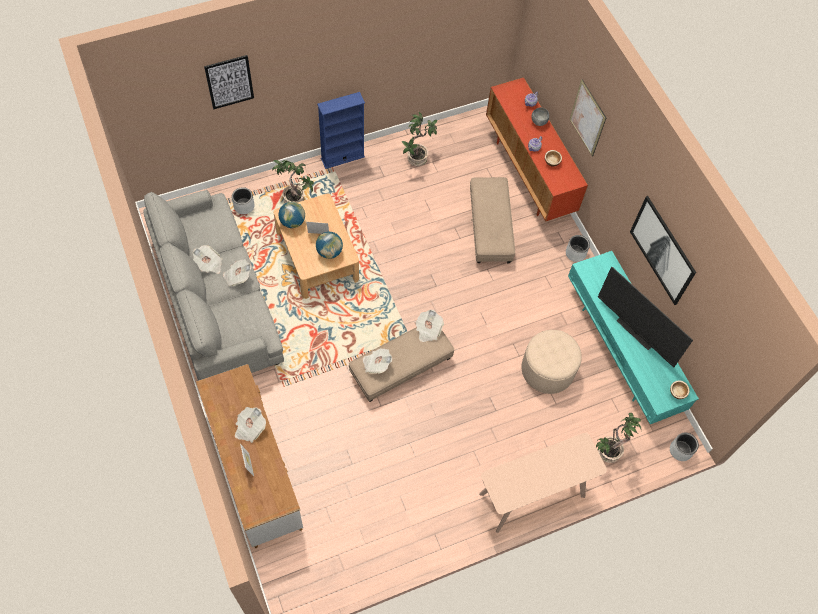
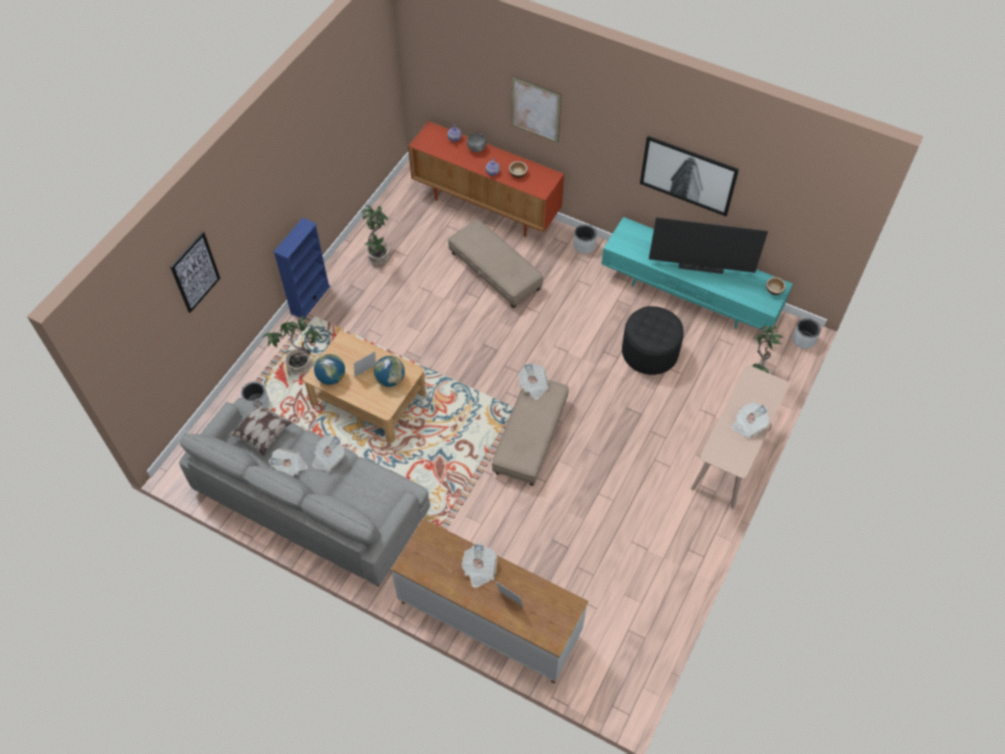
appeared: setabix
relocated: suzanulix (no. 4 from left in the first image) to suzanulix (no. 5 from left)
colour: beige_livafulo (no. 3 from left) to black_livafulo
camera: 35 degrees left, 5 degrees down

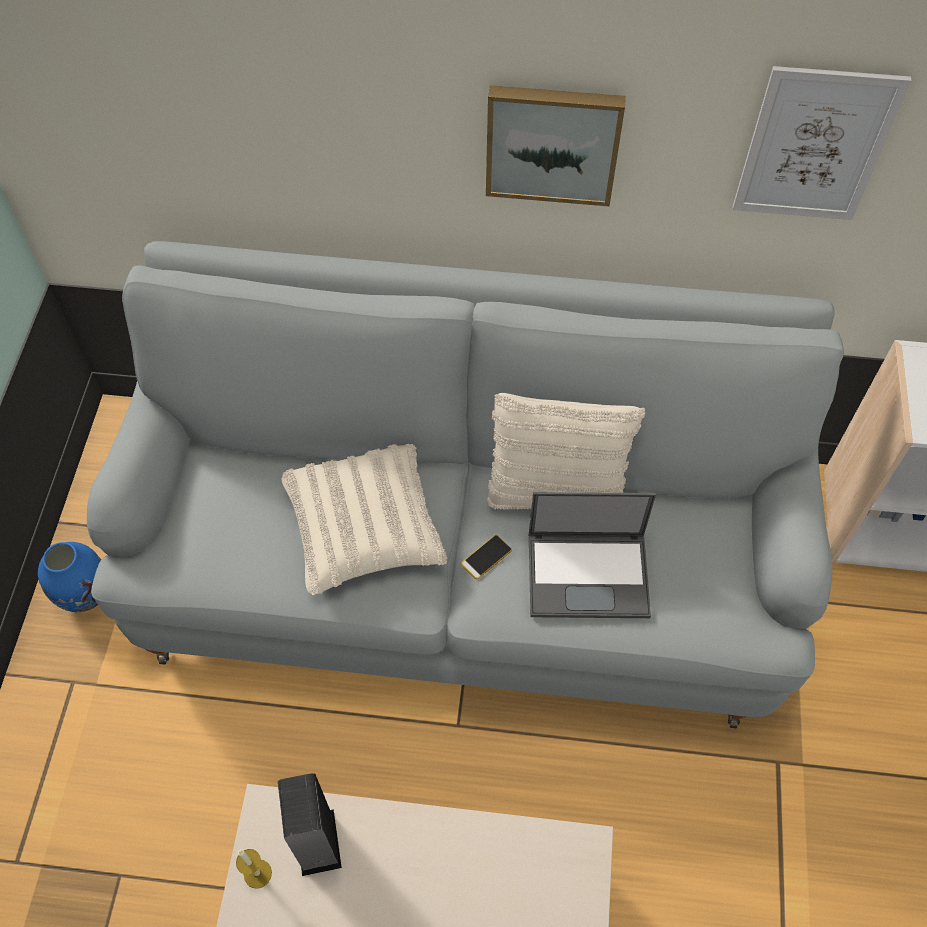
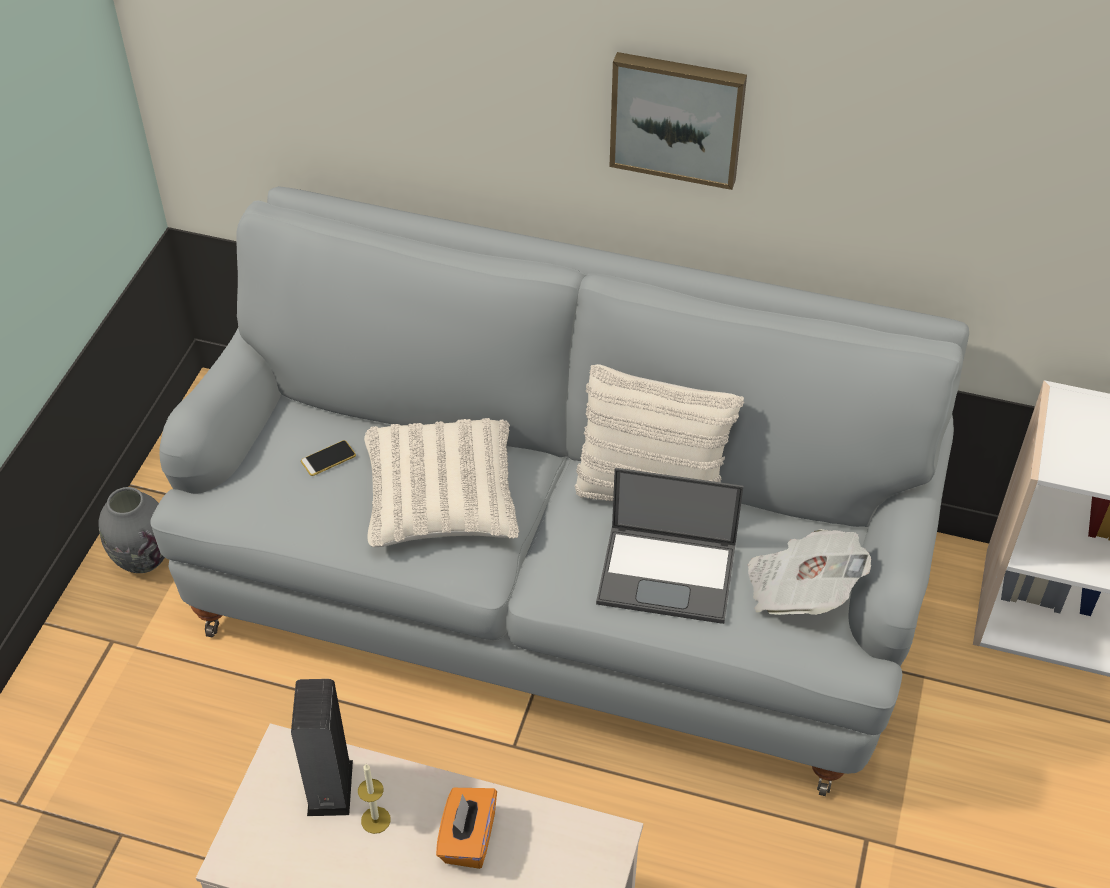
missing: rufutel (no. 2 from left)
appeared: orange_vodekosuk; suzanulix
relocated: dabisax; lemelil
colour: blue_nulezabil to grey_nulezabil
camera: 10 degrees right, 10 degrees down

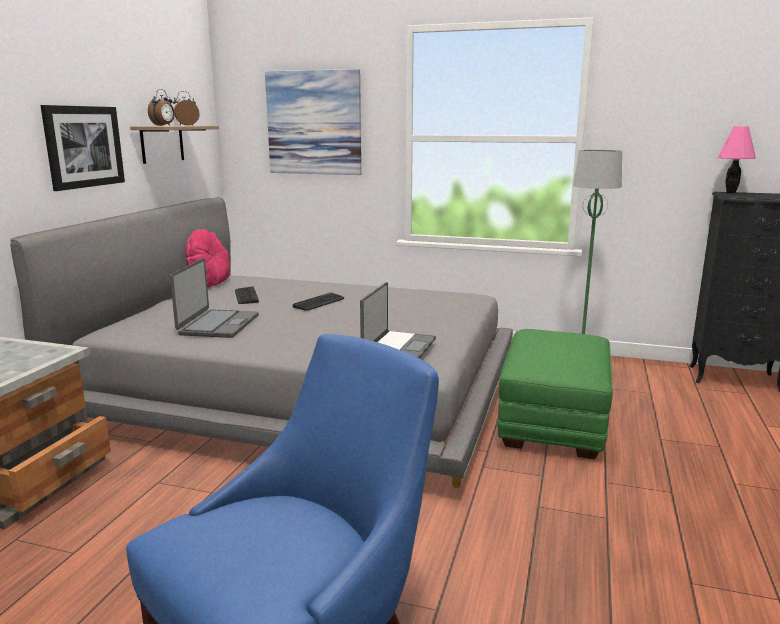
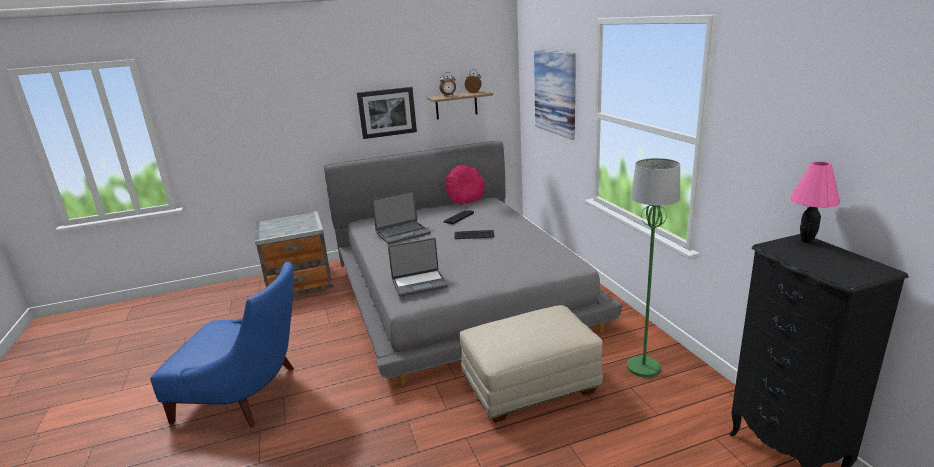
colour: green_livafulo to beige_livafulo
camera: 55 degrees right, 5 degrees up

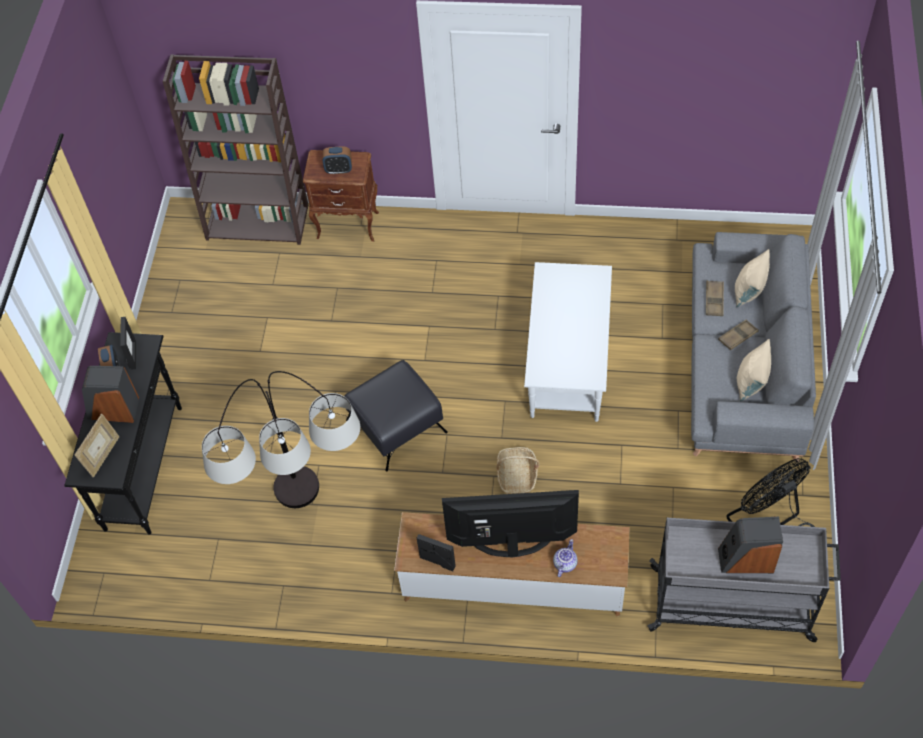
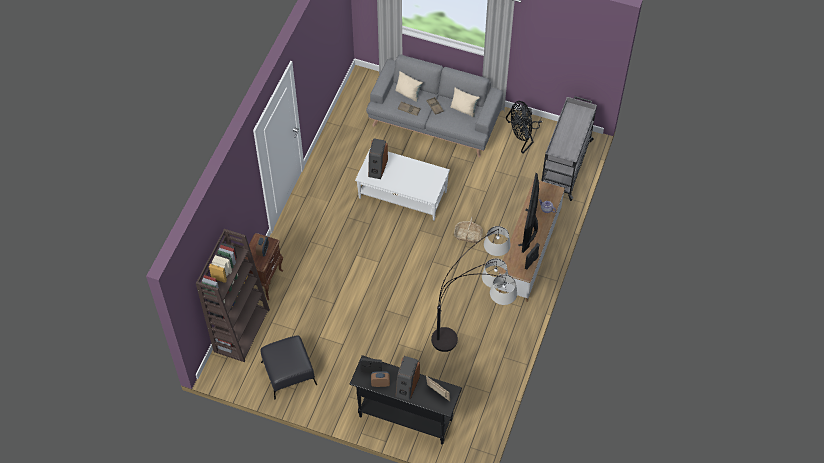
relocated: black_livafulo; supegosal (no. 2 from left in the first image) to supegosal (no. 1 from left)
camera: 80 degrees left, 0 degrees up

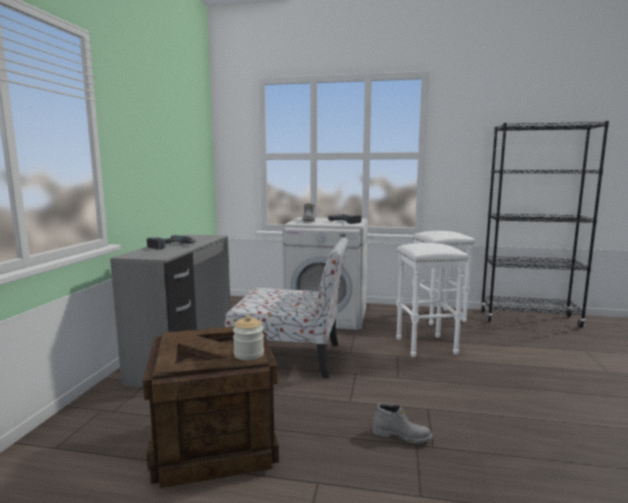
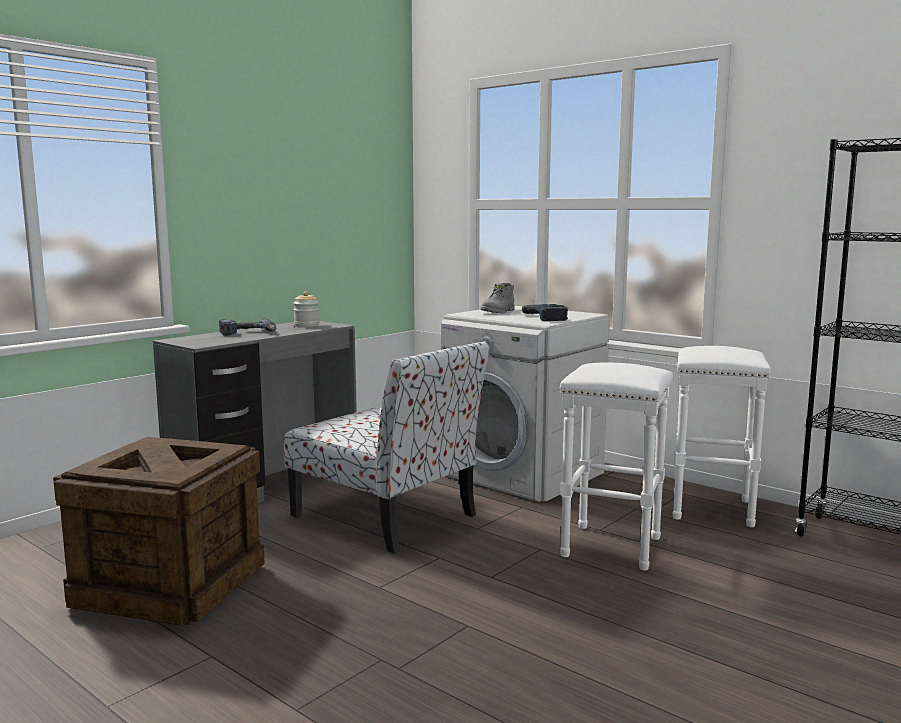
missing: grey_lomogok (no. 2 from left)
relocated: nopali
camera: 30 degrees right, 0 degrees up

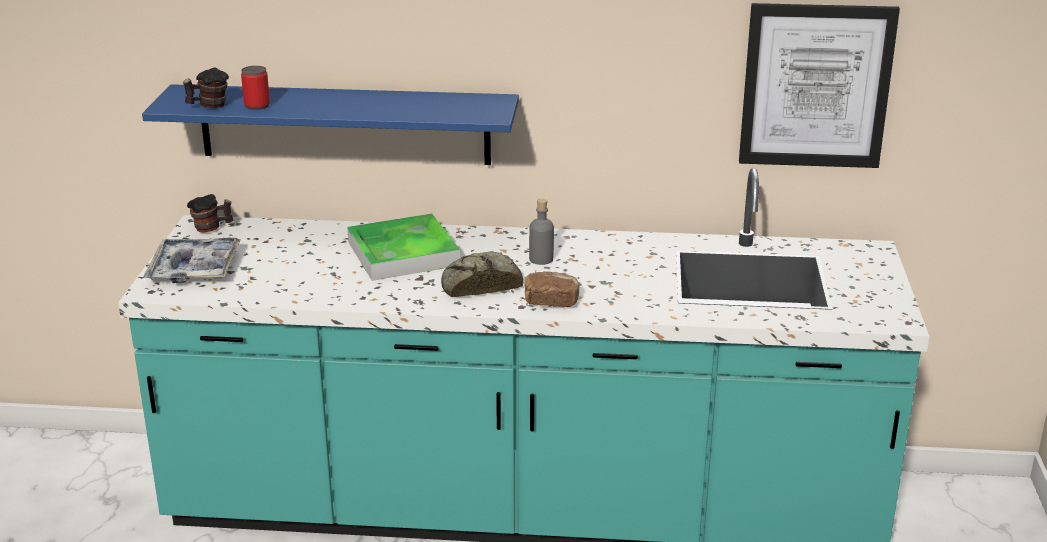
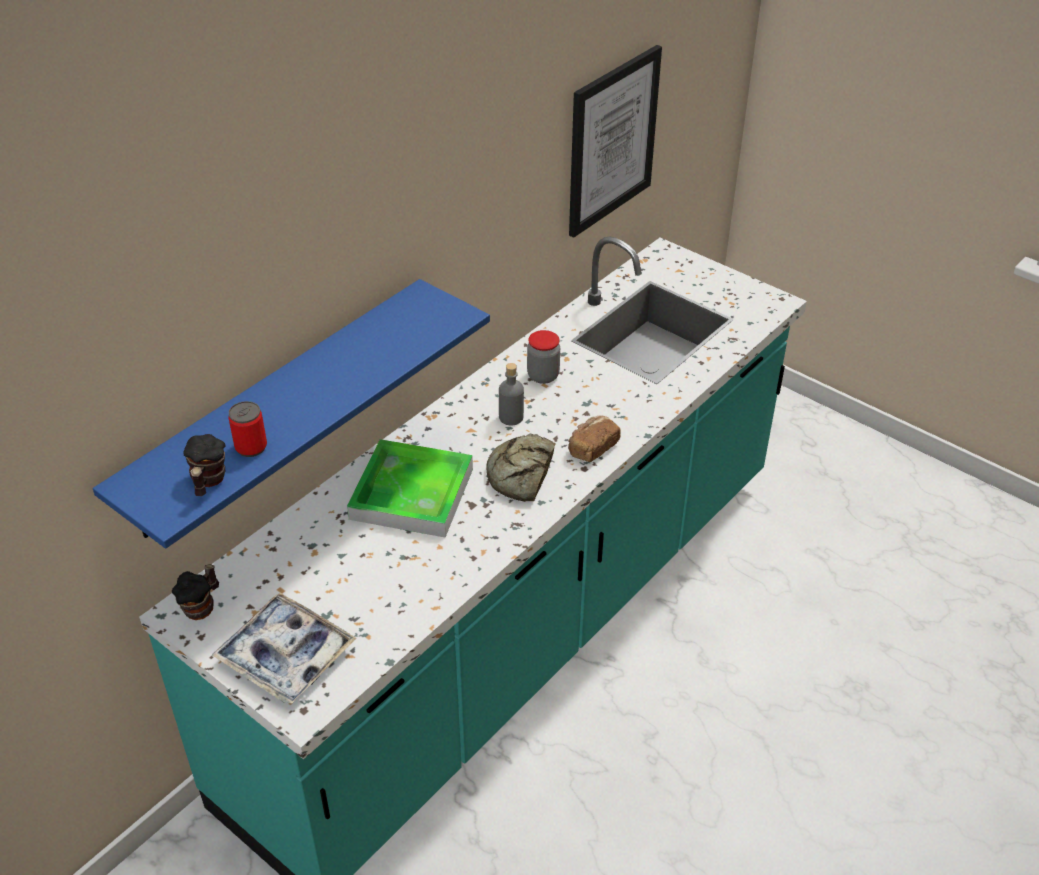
appeared: nopali
camera: 55 degrees left, 15 degrees up

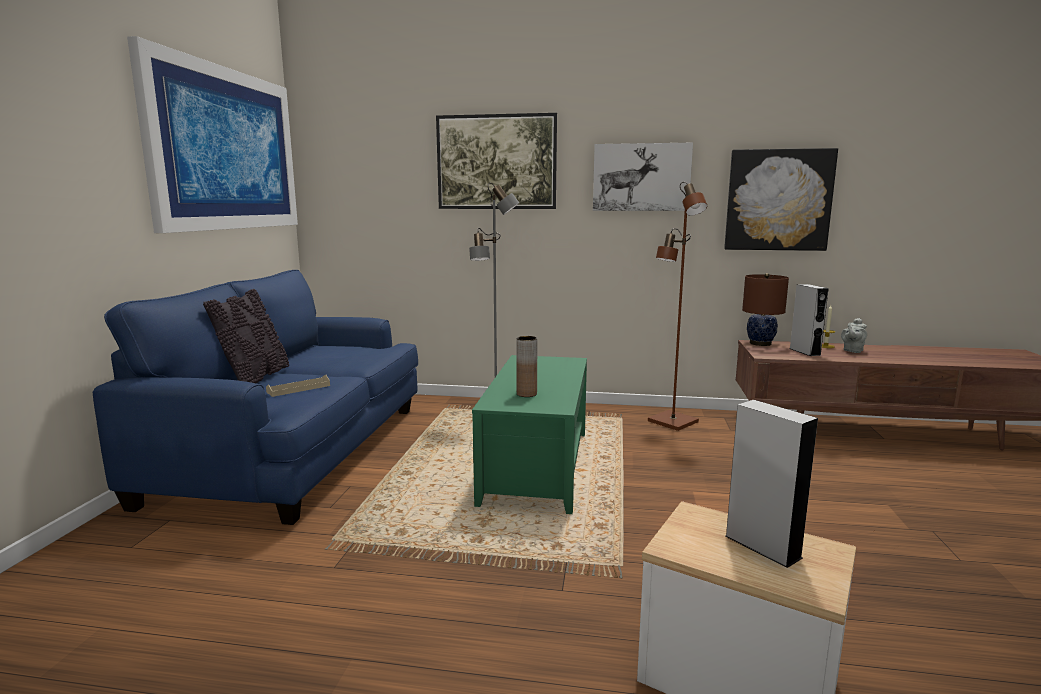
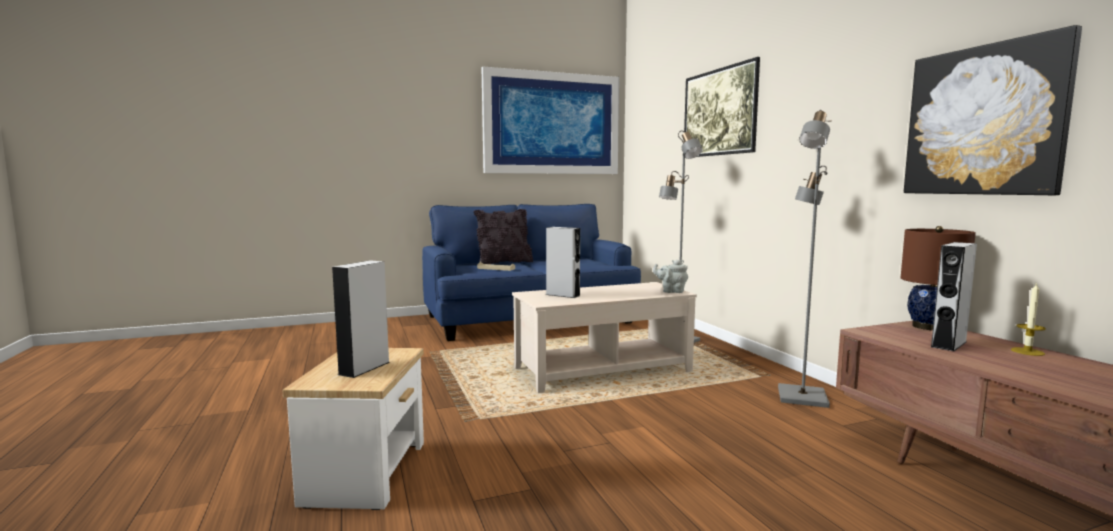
missing: rufutel (no. 3 from left)
relocated: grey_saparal
exchanged: brown_nulezabil to grey_supegosal (no. 2 from left)
colour: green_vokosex to beige_vokosex; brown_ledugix to grey_ledugix (no. 2 from left)
camera: 60 degrees right, 5 degrees down

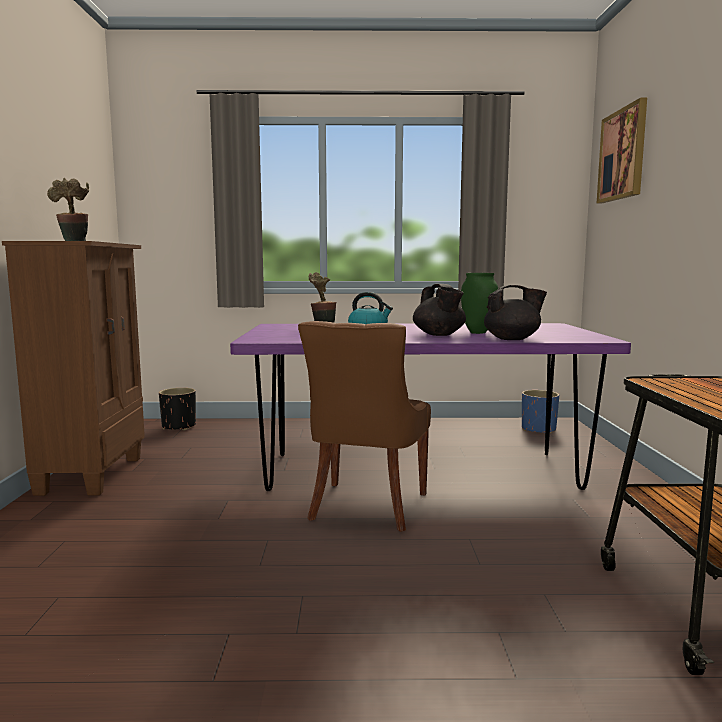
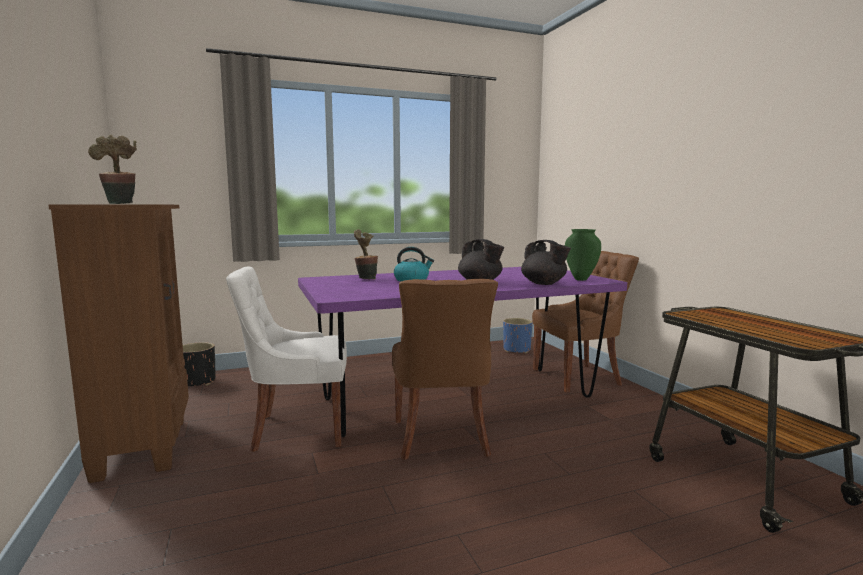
missing: rufutel
appeared: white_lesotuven; brown_lesotuven (no. 2 from left)
relocated: green_nulezabil
spun: black_saparal (no. 2 from left) 75 degrees clockwise
camera: 20 degrees left, 0 degrees up

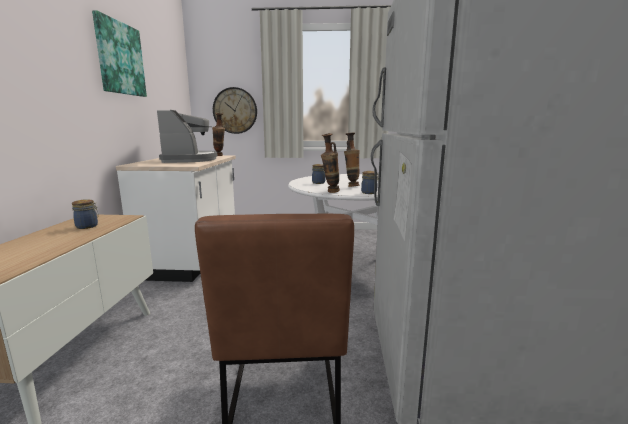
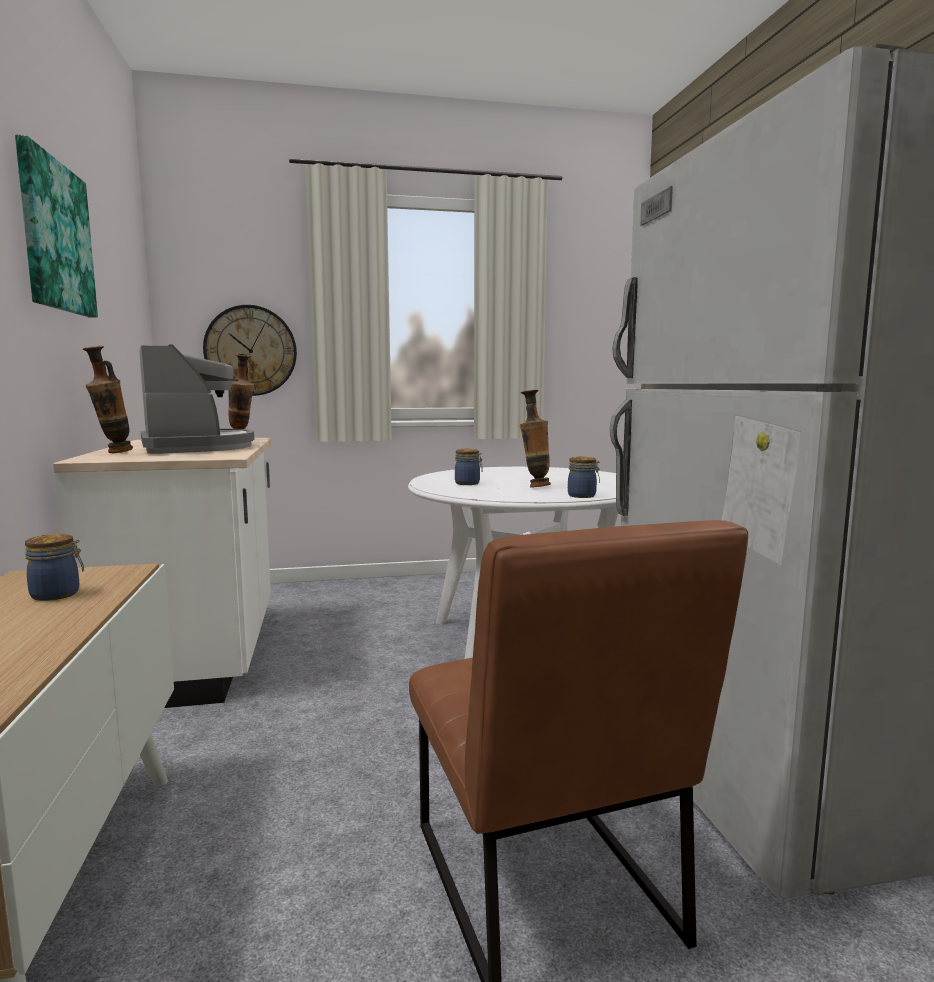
relocated: nulezabil (no. 2 from left in the first image) to nulezabil (no. 1 from left)
camera: 15 degrees left, 5 degrees down

